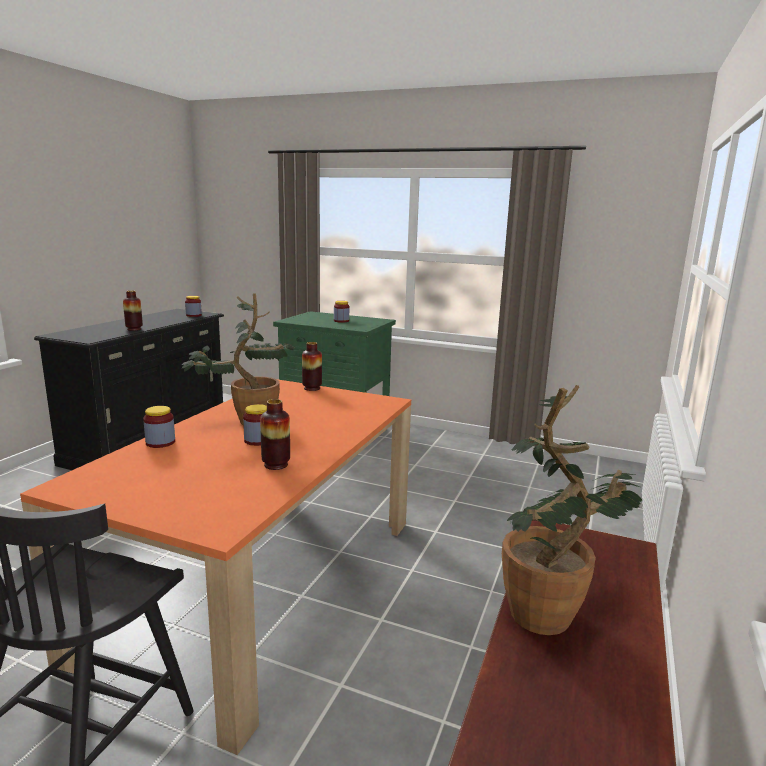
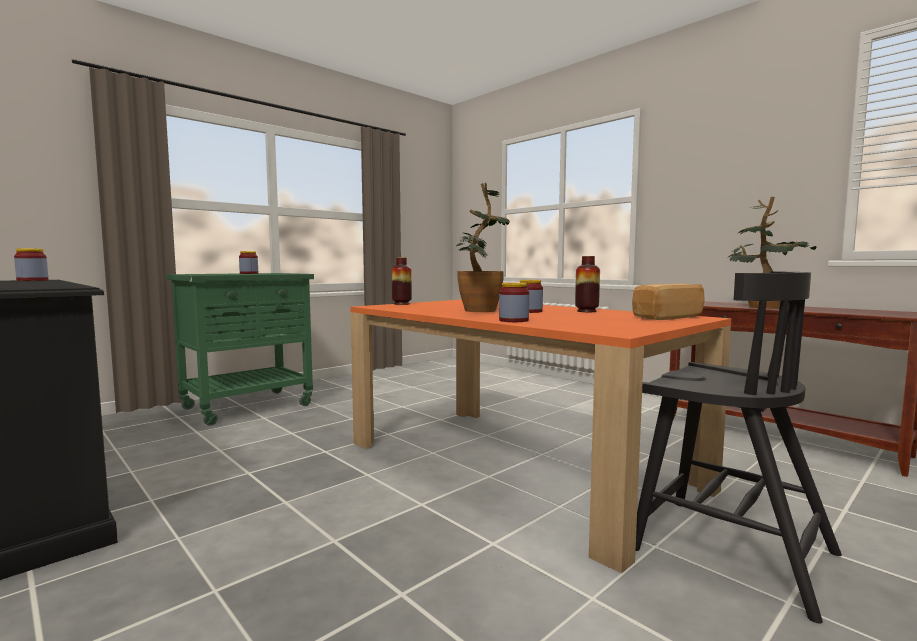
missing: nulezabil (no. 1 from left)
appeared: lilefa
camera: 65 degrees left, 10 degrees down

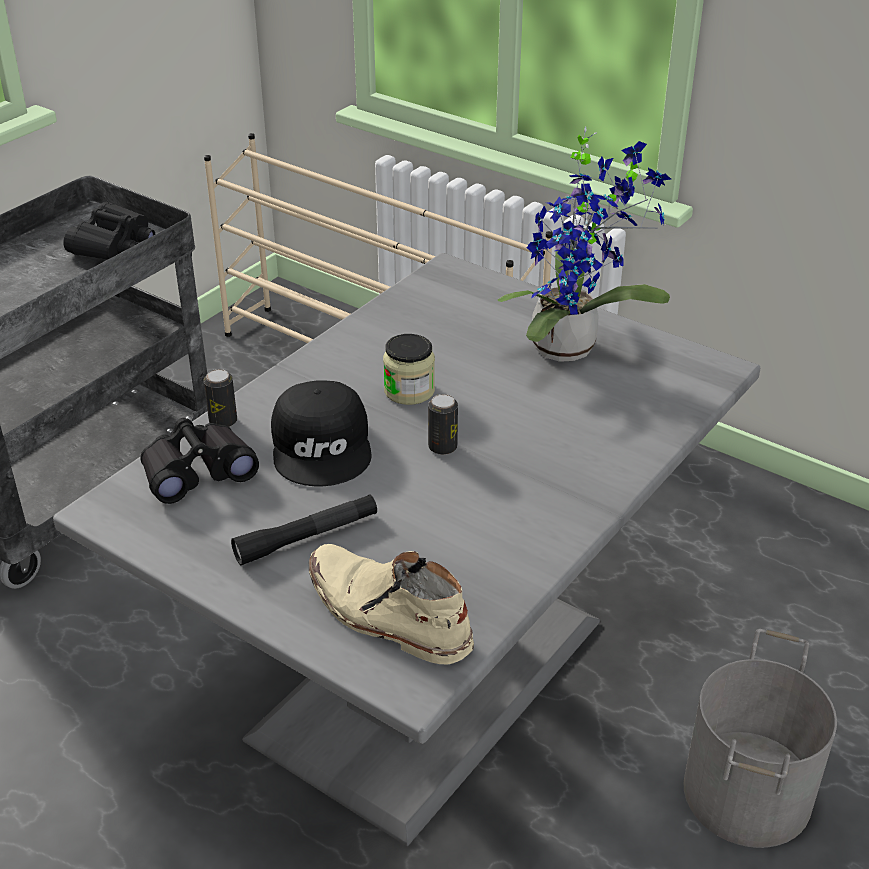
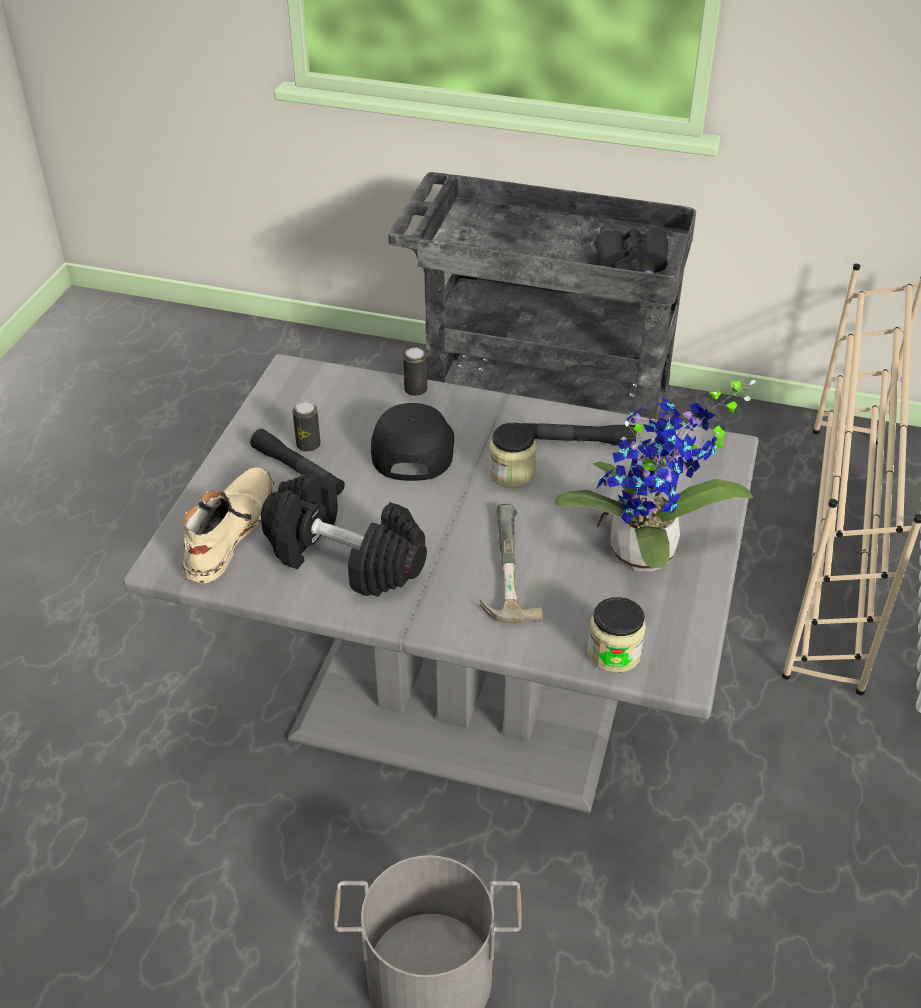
missing: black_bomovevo (no. 2 from left)
appeared: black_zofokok; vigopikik; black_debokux (no. 2 from left); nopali (no. 2 from left)
relocated: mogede (no. 2 from left in the first image) to mogede (no. 1 from left)
spun: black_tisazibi 120 degrees clockwise
camera: 70 degrees right, 5 degrees up

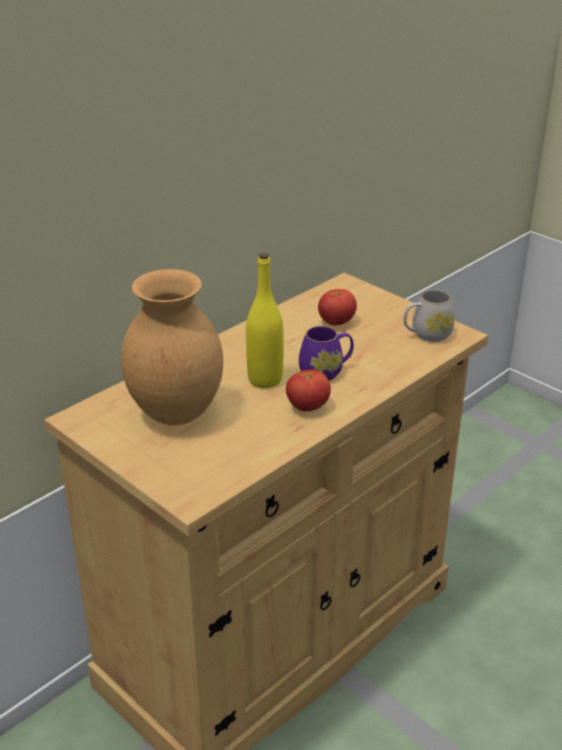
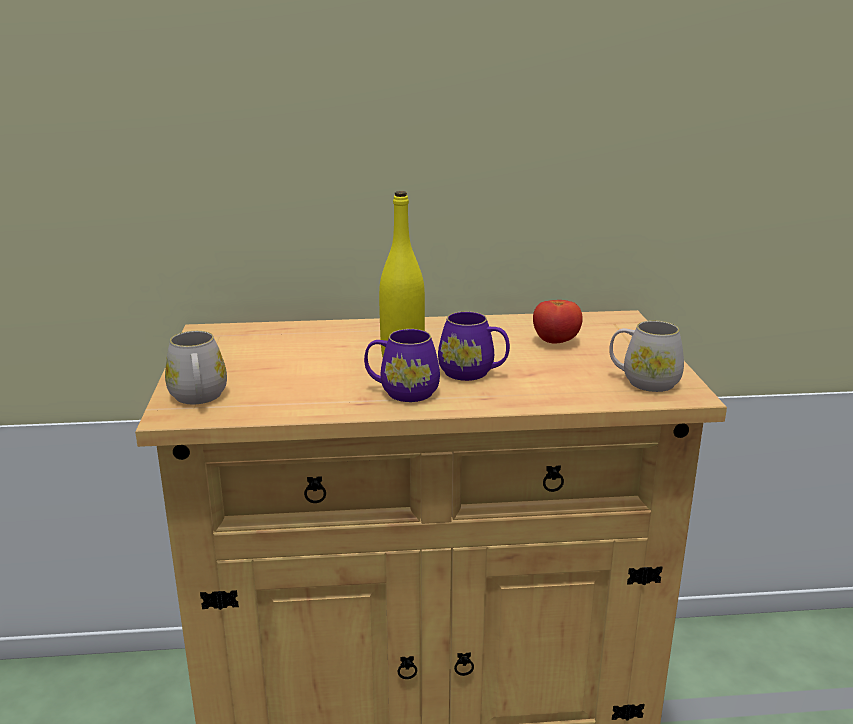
missing: brown_nulezabil
appeared: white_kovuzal (no. 1 from left)
exchanged: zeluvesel (no. 1 from left) to purple_kovuzal (no. 1 from left)
camera: 40 degrees right, 10 degrees down

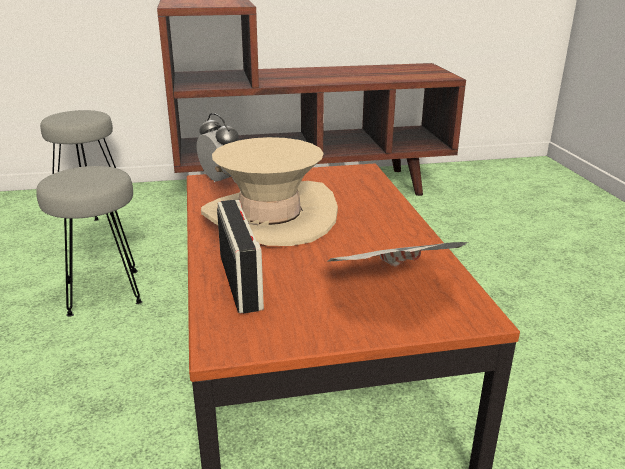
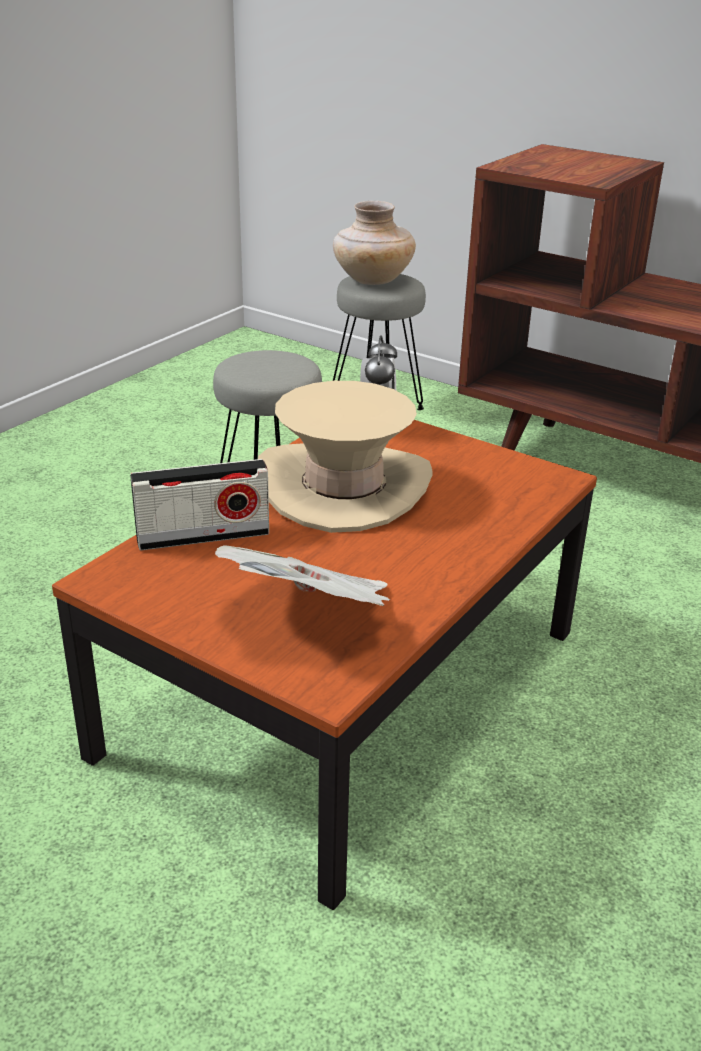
appeared: beige_nulezabil
spun: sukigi 45 degrees clockwise
camera: 45 degrees right, 5 degrees up

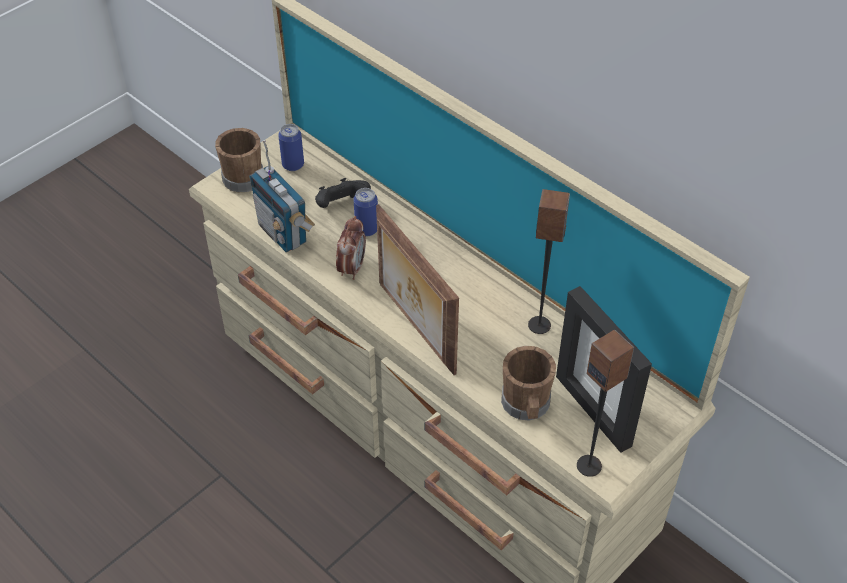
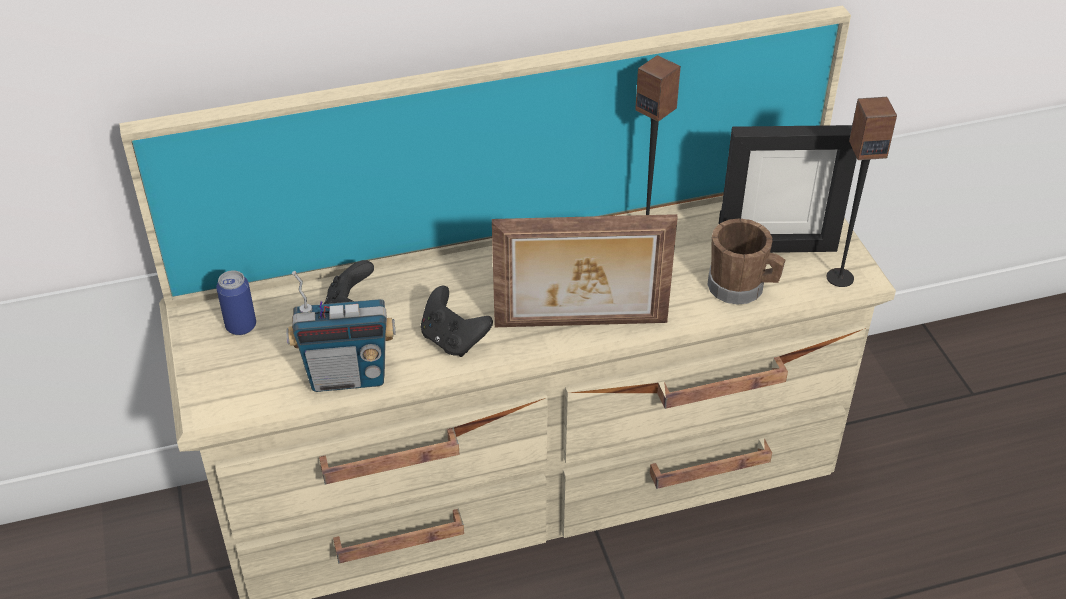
missing: brown_kovuzal (no. 1 from left); mogede (no. 2 from left)
exchanged: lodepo to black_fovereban (no. 2 from left)
camera: 60 degrees left, 5 degrees down

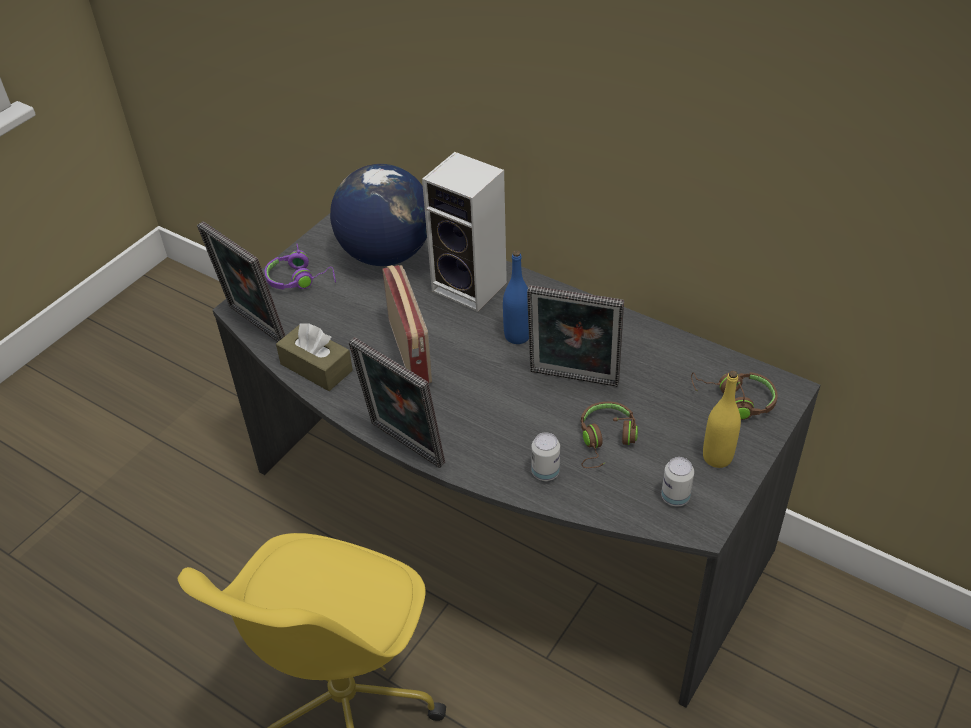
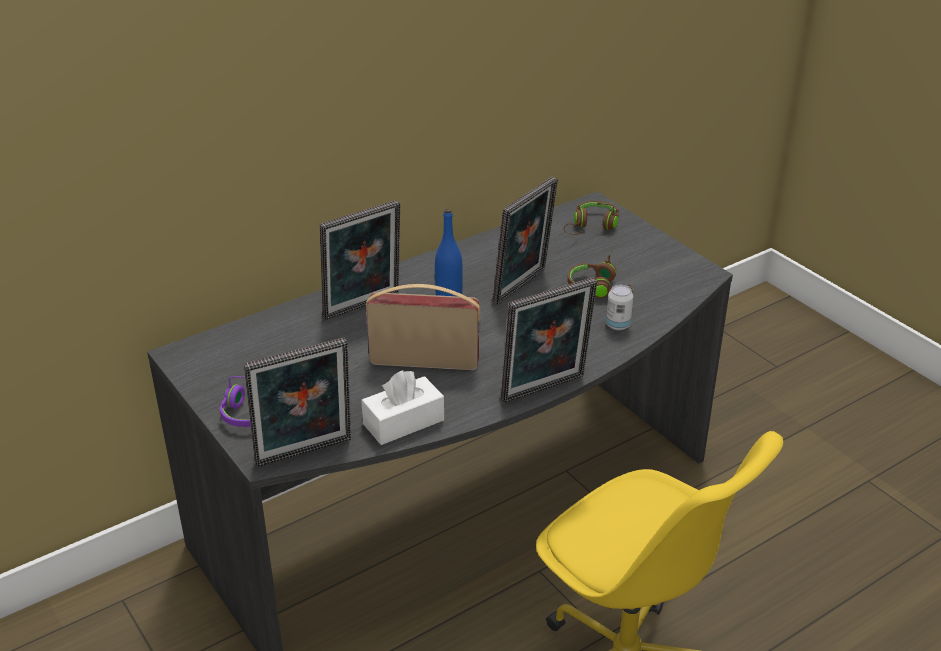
missing: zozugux; mogede (no. 2 from left); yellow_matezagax
exchanged: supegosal to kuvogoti (no. 2 from left)
colour: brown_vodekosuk to white_vodekosuk
camera: 70 degrees left, 10 degrees down

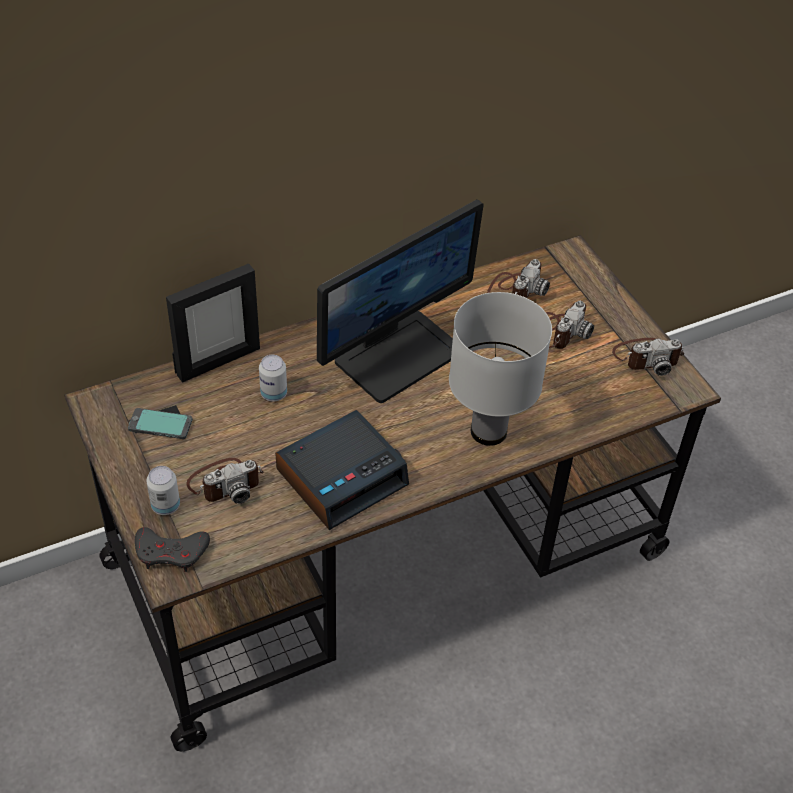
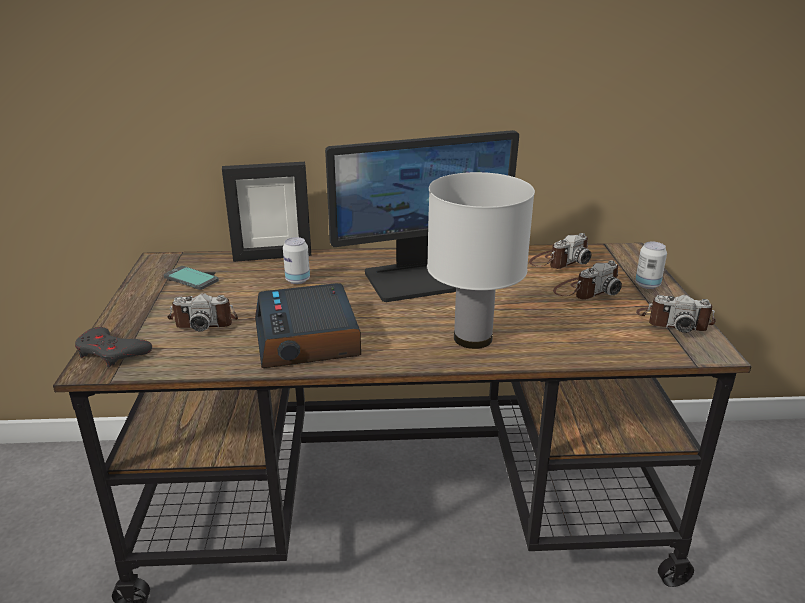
relocated: mogede (no. 1 from left in the first image) to mogede (no. 2 from left)
spun: lodepo 90 degrees clockwise
camera: 25 degrees right, 20 degrees down

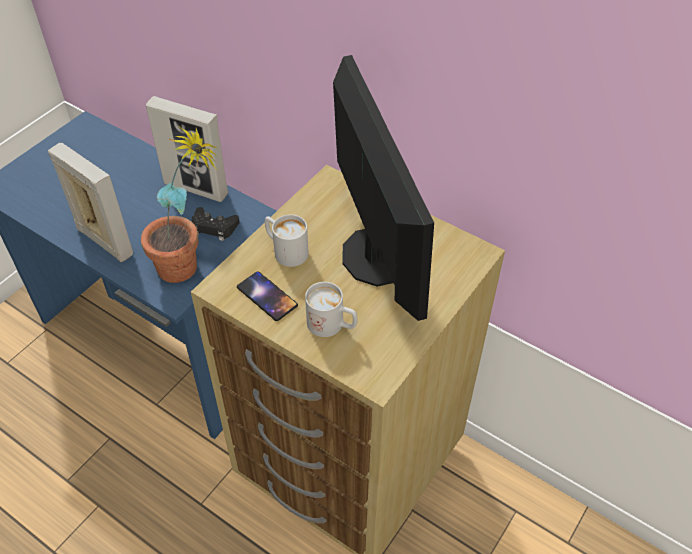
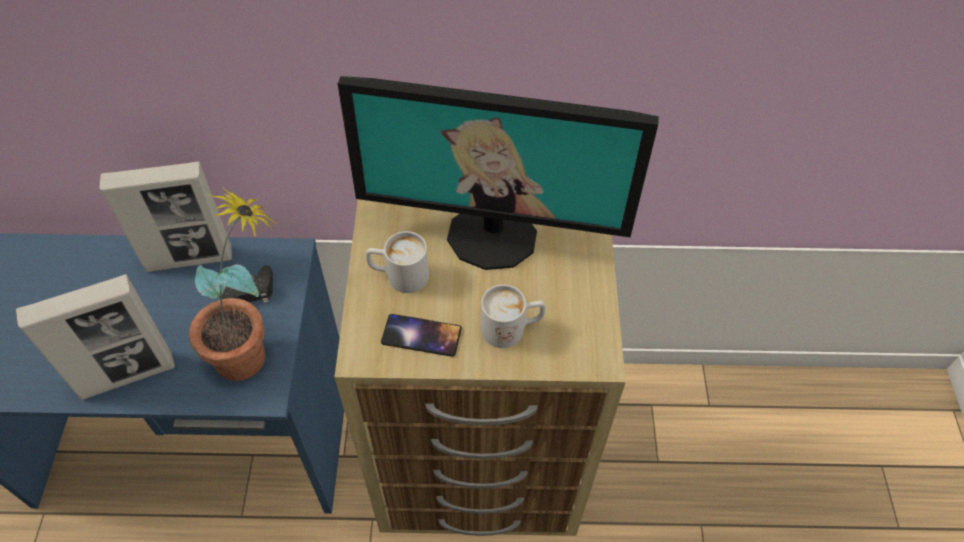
spun: kuvogoti (no. 1 from left) 150 degrees clockwise; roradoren 150 degrees clockwise
camera: 35 degrees left, 5 degrees up

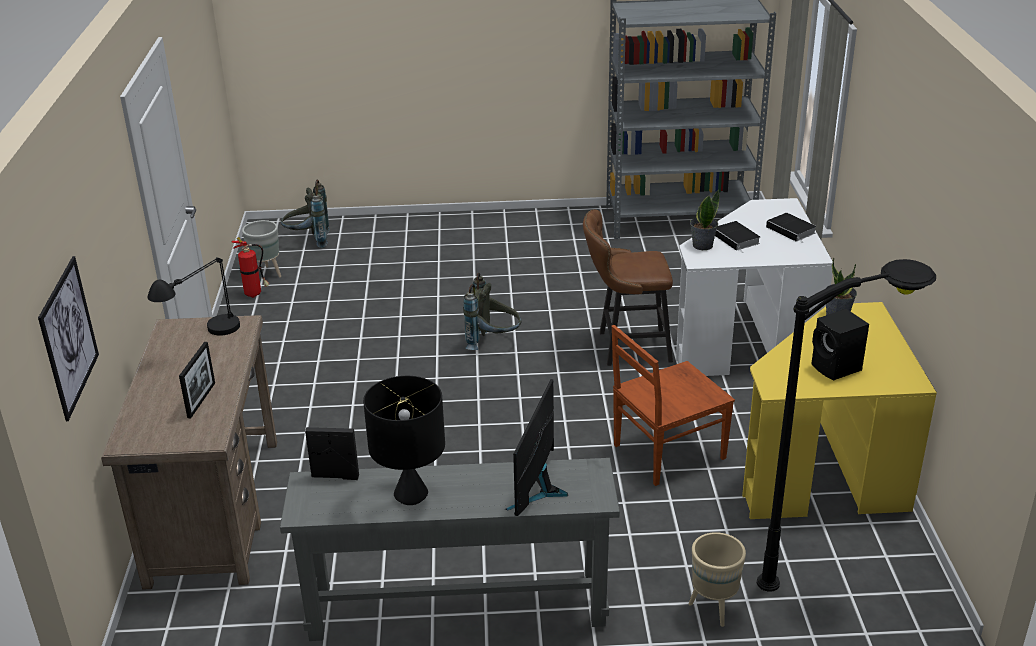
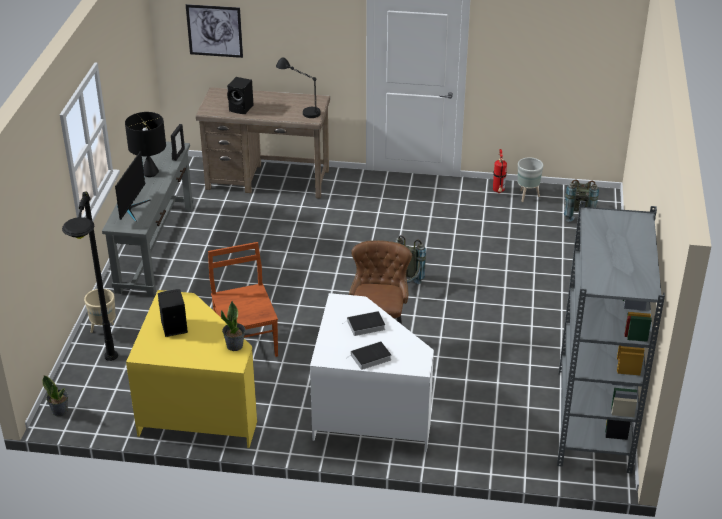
relocated: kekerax (no. 1 from left)
exchanged: kuvogoti (no. 1 from left) to black_supegosal (no. 2 from left)
spun: roradoren 75 degrees clockwise
camera: 100 degrees right, 5 degrees up

